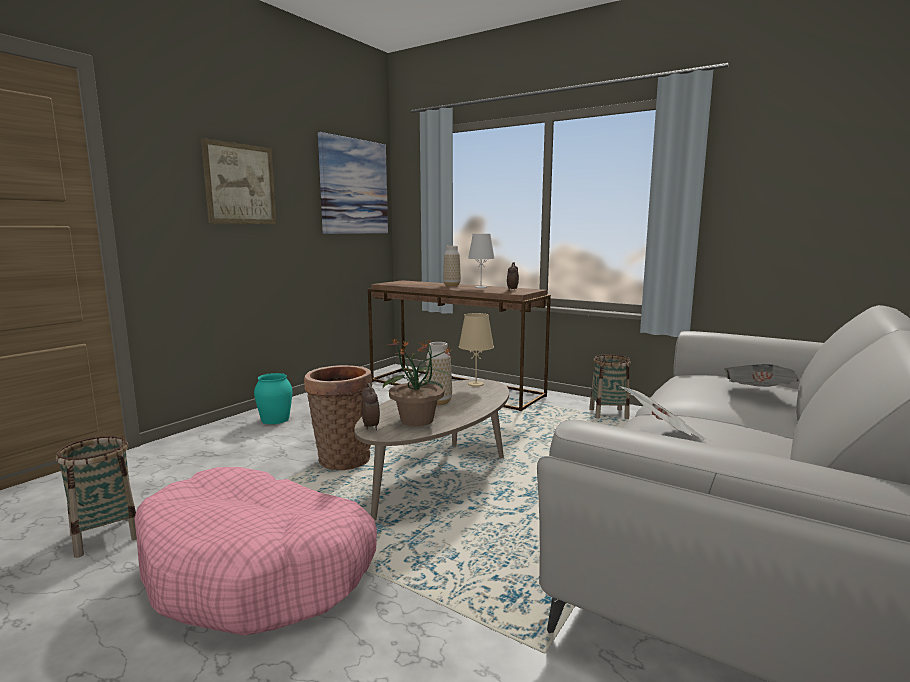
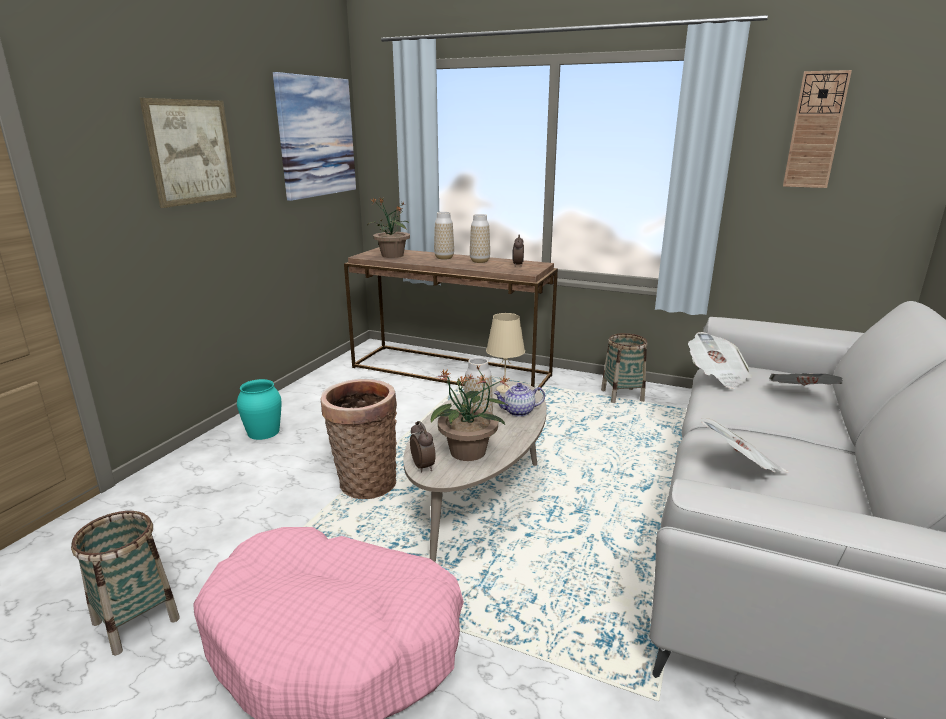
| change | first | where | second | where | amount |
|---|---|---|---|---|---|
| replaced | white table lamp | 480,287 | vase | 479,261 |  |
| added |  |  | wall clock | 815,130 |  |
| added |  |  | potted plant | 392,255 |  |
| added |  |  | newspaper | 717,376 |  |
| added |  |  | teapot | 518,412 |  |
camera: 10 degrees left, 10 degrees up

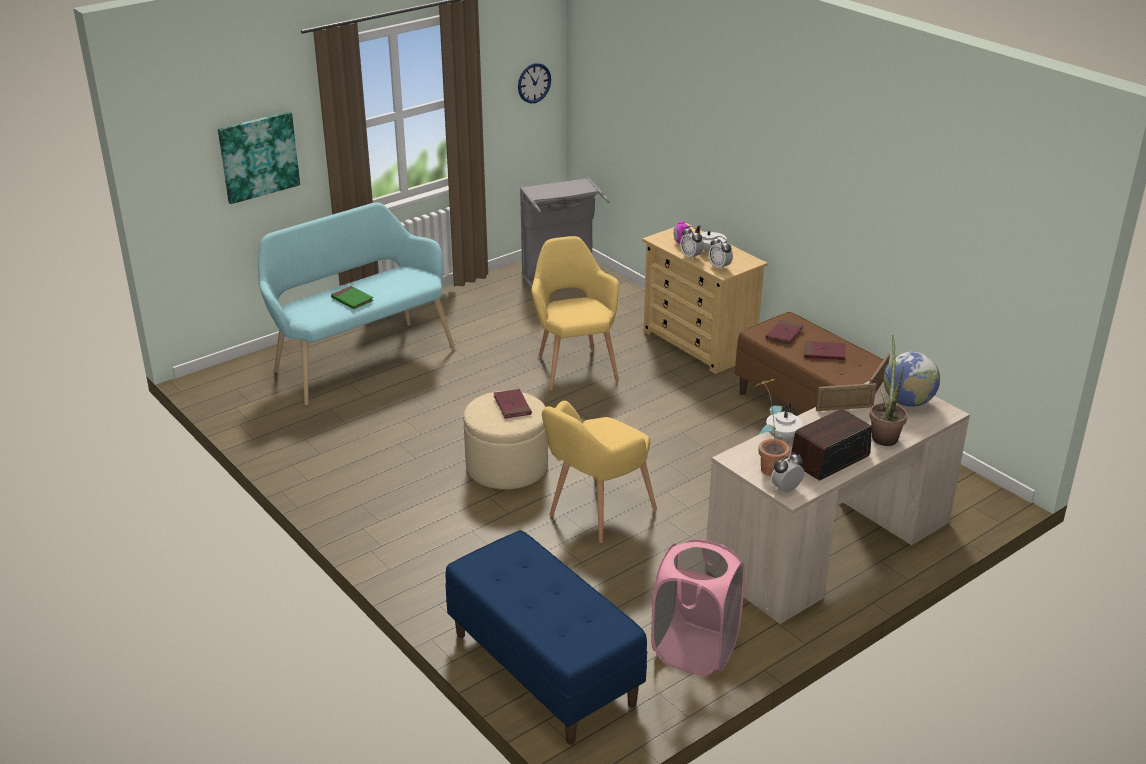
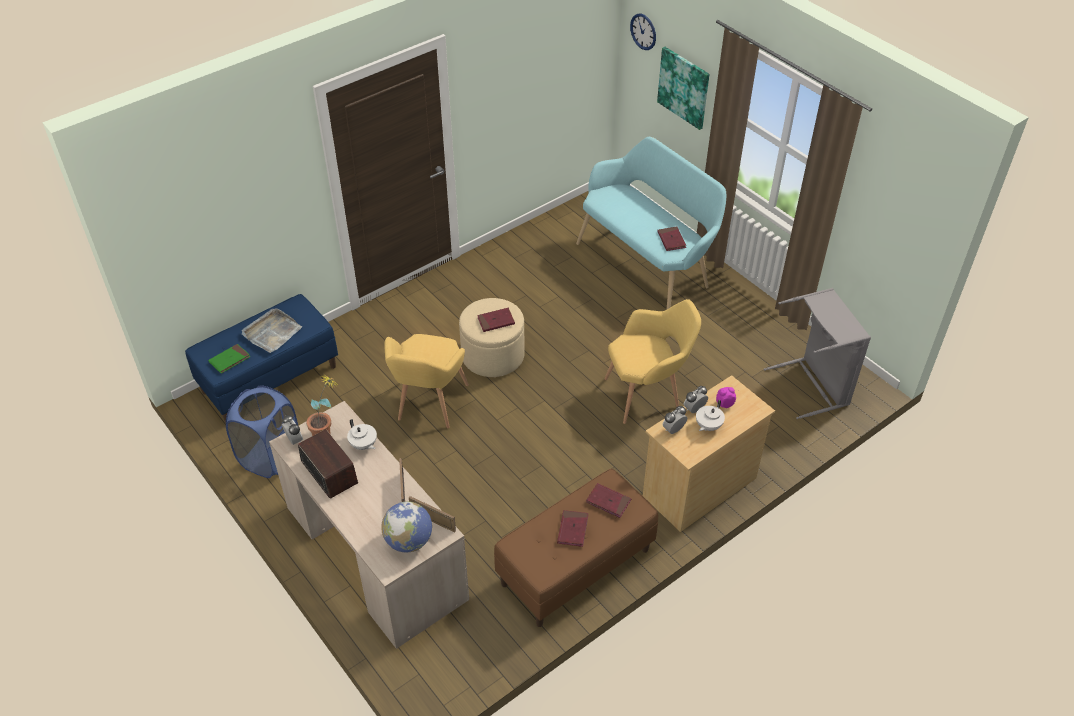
| change | first | where | second | where | amount |
|---|---|---|---|---|---|
| moved | wall clock | 534,83 |  | 643,31 |  |
| moved | green book | 352,300 |  | 229,360 |  |
| removed | potted plant | 884,435 |  |  |  |
| turned | yellow armchair | 595,514 |  | 429,406 | 120 degrees counterclockwise |
| turned | white teapot | 782,438 |  | 363,445 | 150 degrees counterclockwise |
| recoloured | pink laundry basket | 694,650 | blue laundry basket | 270,457 |  |
| added |  |  | red book | 671,240 |  |
| added |  |  | grey tray | 272,332 |  |
camera: 90 degrees right, 15 degrees up

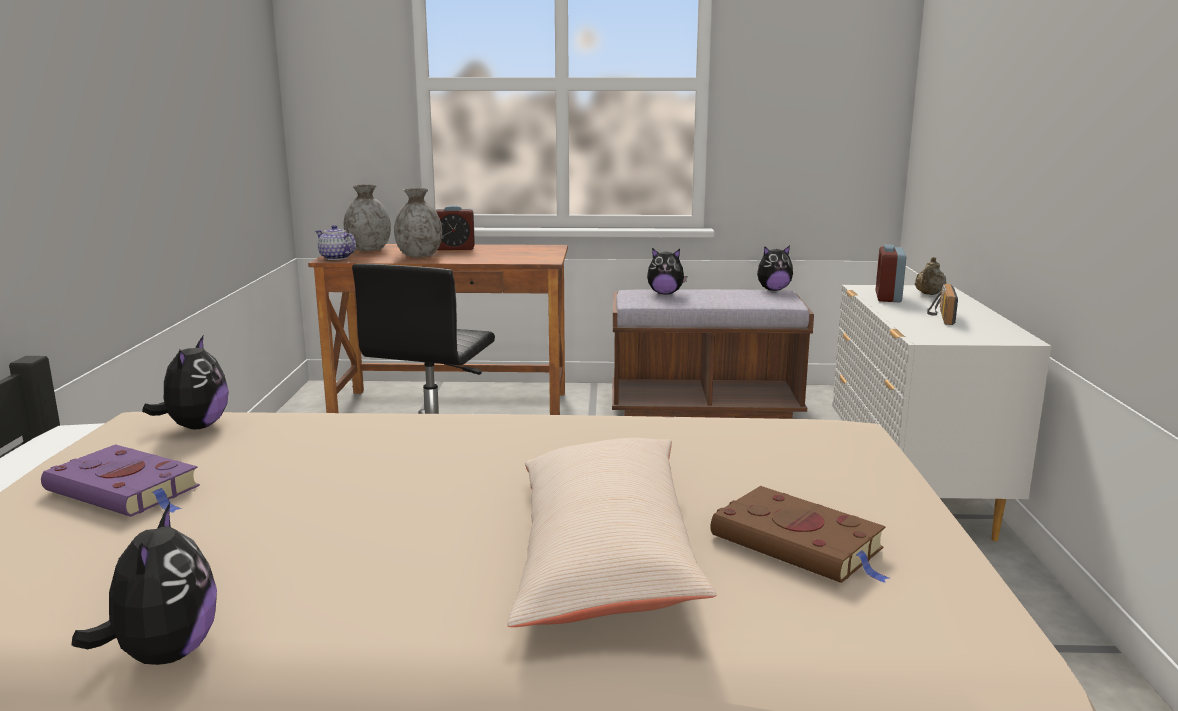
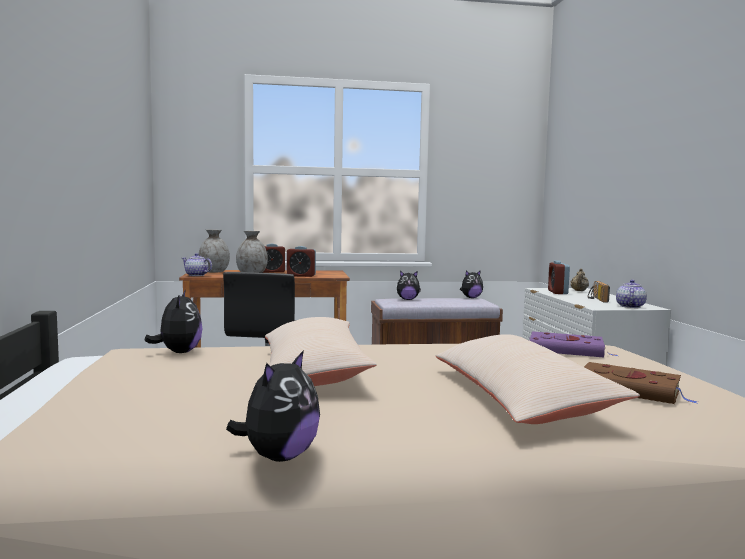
| change | first | where | second | where | amount |
|---|---|---|---|---|---|
| moved | purple book | 126,490 |  | 568,350 |  |
| turned | plush toy | 163,654 |  | 279,456 | 45 degrees clockwise |
| added |  |  | alarm clock | 301,275 |  |
| added |  |  | teapot | 630,306 |  |
| added |  |  | beige pillow | 312,371 |  |
camera: 10 degrees left, 10 degrees down

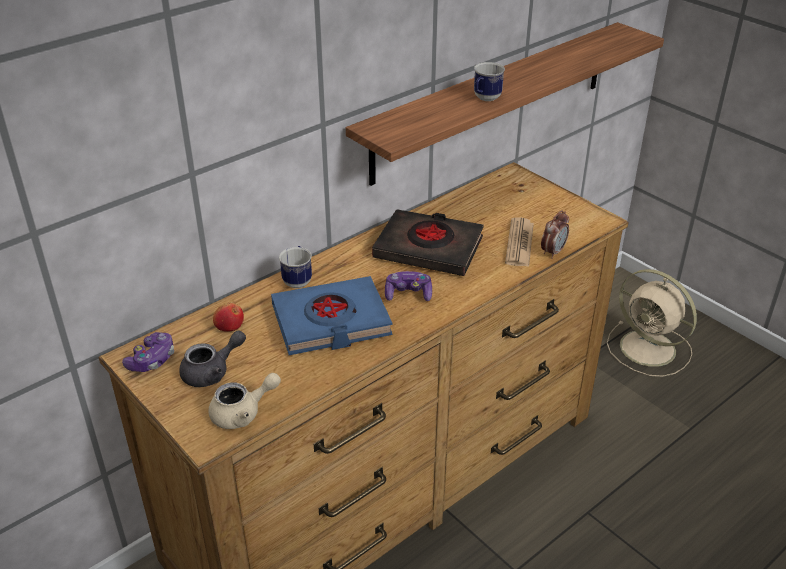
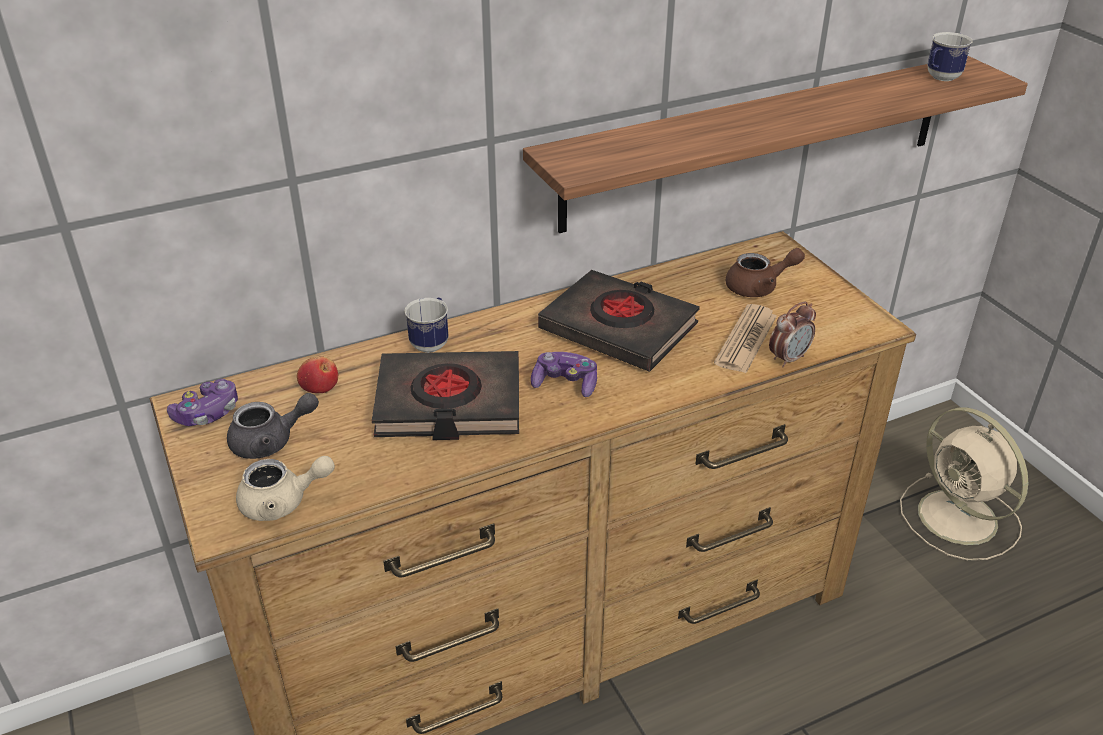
| change | first | where | second | where | amount |
|---|---|---|---|---|---|
| moved | mug | 485,99 |  | 940,78 |  |
| recoloured | blue book | 331,322 | black book | 448,403 |  |
| added |  |  | brown teapot | 759,287 |  |
camera: 15 degrees right, 0 degrees up

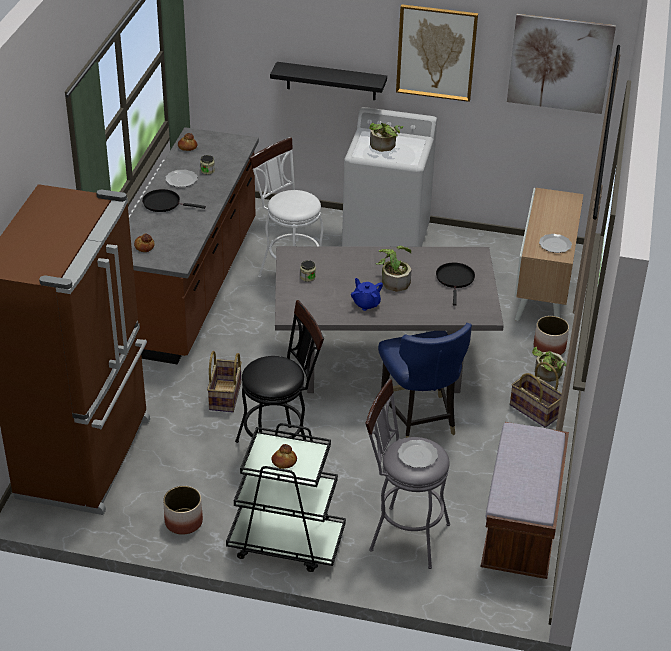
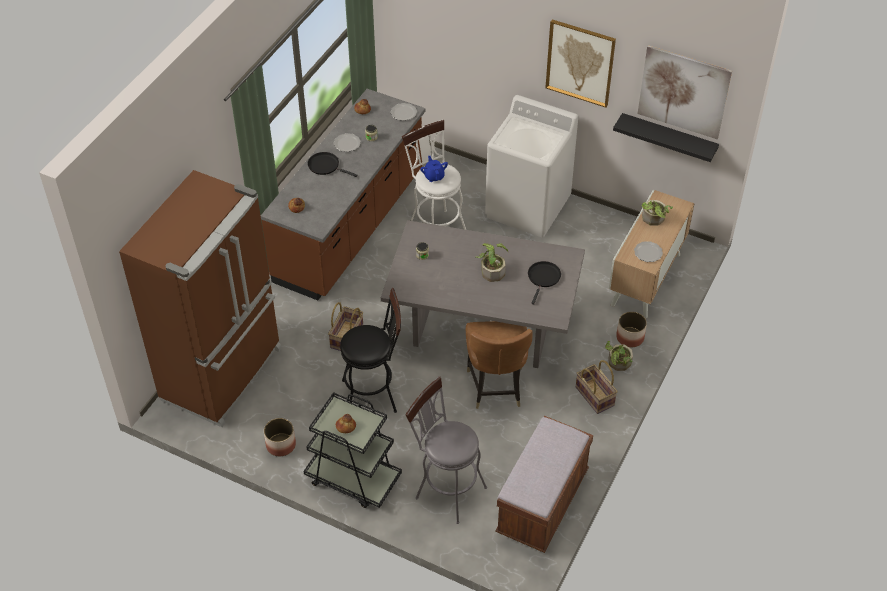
| change | first | where | second | where | amount |
|---|---|---|---|---|---|
| moved | black shelf | 331,81 |  | 668,138 |  |
| moved | potted plant | 384,147 |  | 653,220 |  |
| moved | blue teapot | 366,303 |  | 434,176 |  |
| recoloured | blue chair | 419,420 | brown chair | 495,387 |  |
| moved | plate | 418,455 |  | 404,113 |  |
camera: 15 degrees right, 10 degrees up

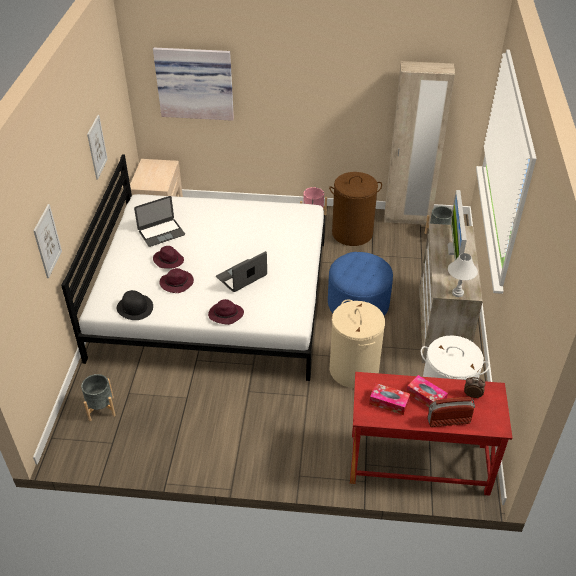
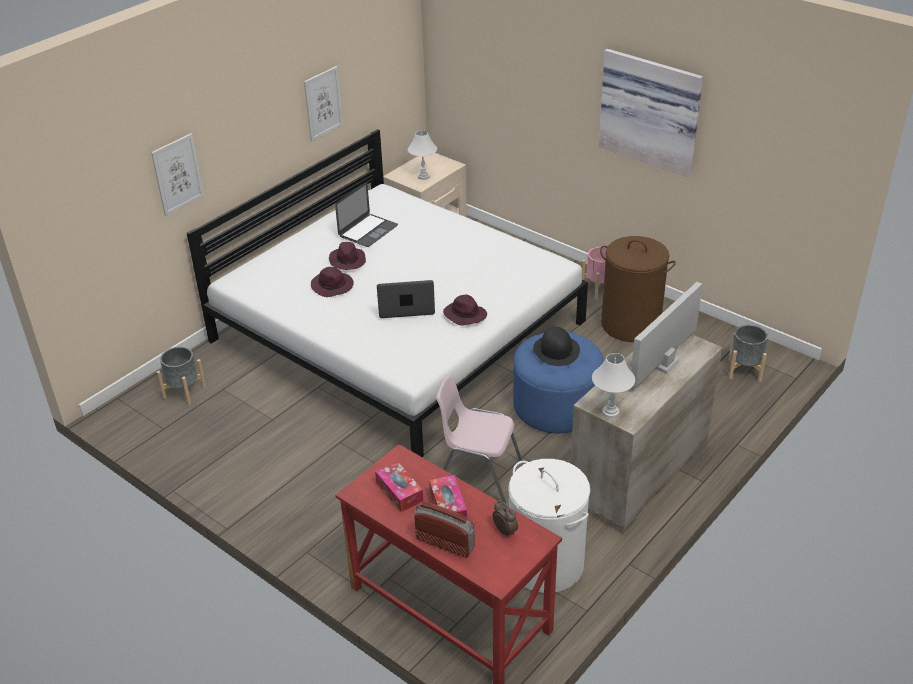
| change | first | where | second | where | amount |
|---|---|---|---|---|---|
| moved | picture | 195,82 |  | 651,110 |  |
| removed | beige wardrobe | 407,218 |  |  |  |
| turned | laptop | 161,232 |  | 368,230 | 60 degrees counterclockwise |
| moved | black hat | 135,307 |  | 556,350 |  |
| moved | purple hat | 225,315 |  | 464,315 |  |
| replaced | beige laundry basket | 353,369 | pink chair | 477,473 |  |
| added |  |  | white table lamp | 423,176 |  |
camera: 35 degrees right, 5 degrees down

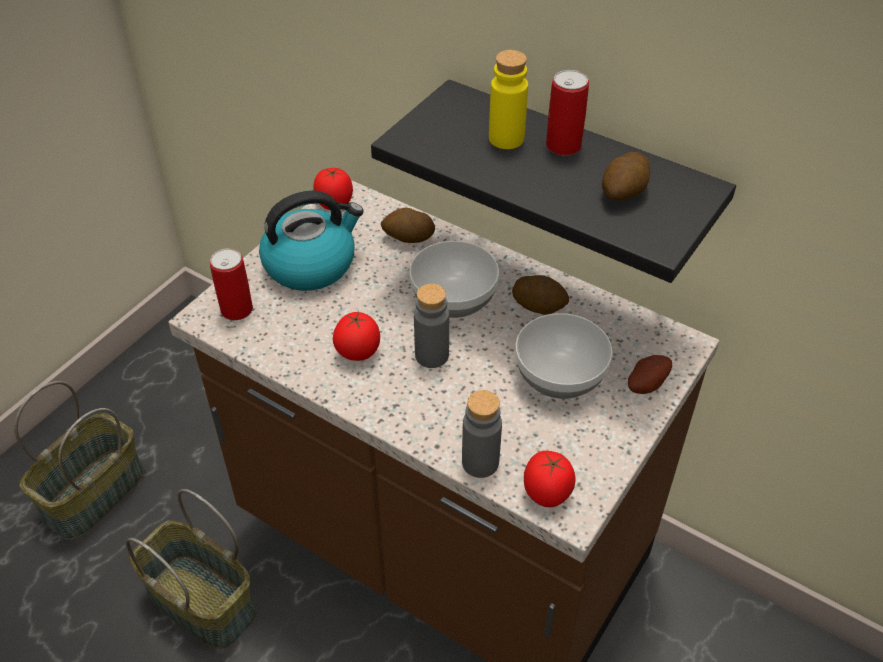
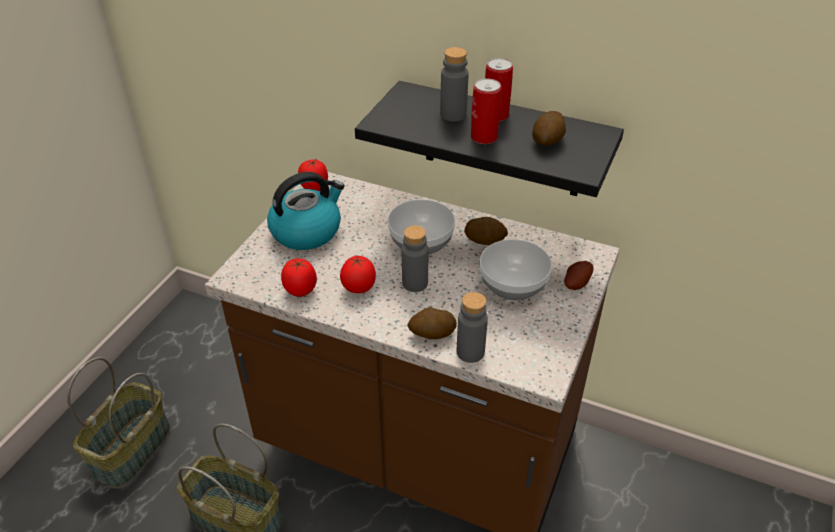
| change | first | where | second | where | amount |
|---|---|---|---|---|---|
| recoloured | yellow bottle | 506,138 | grey bottle | 453,115 |  |
| moved | potato | 408,238 |  | 432,334 |  |
| moved | can | 236,309 |  | 484,137 |  |
| moved | tomato | 547,493 |  | 300,290 |  |
camera: 10 degrees left, 5 degrees down

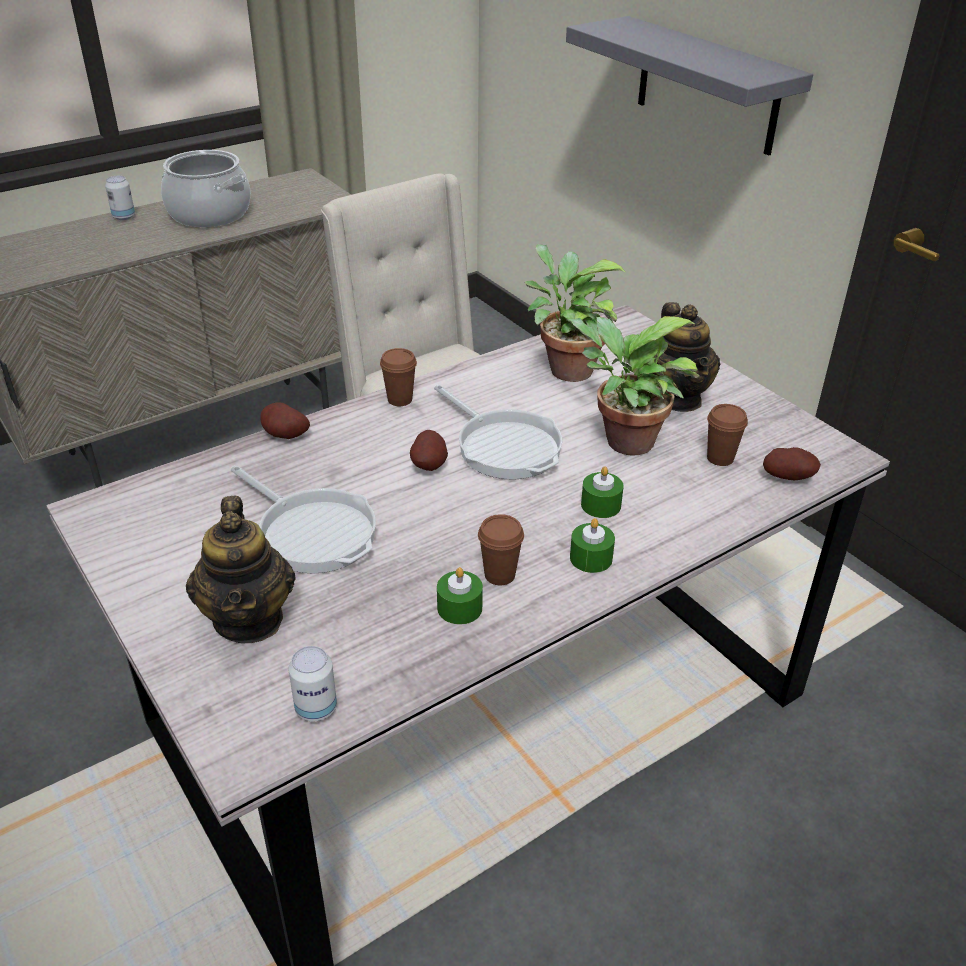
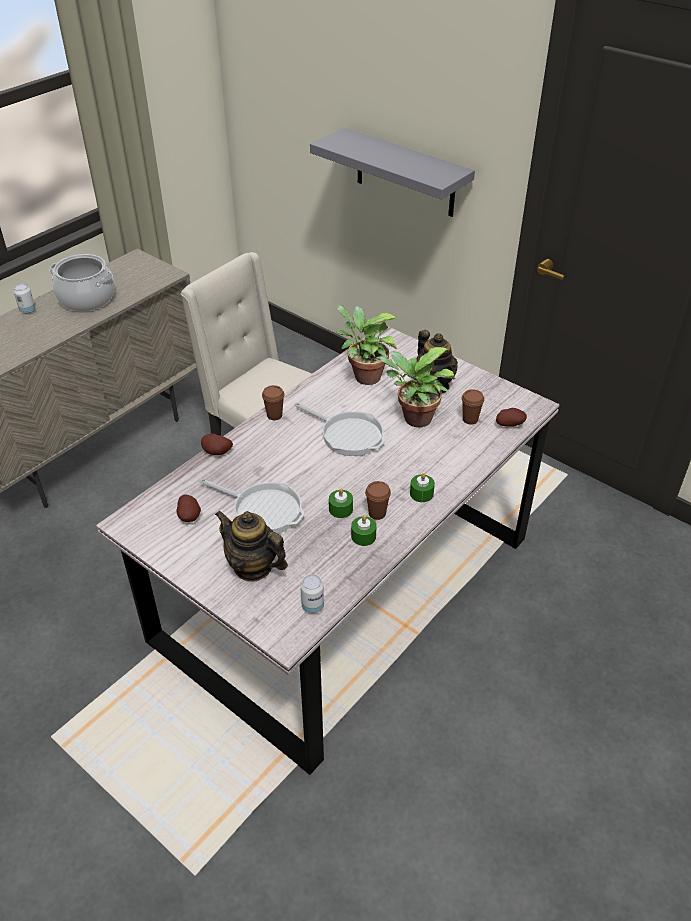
| change | first | where | second | where | amount |
|---|---|---|---|---|---|
| moved | potato | 430,465 |  | 190,516 |  |
| moved | green candle | 601,505 |  | 341,509 |  |
| turned | teapot | 249,619 |  | 253,567 | 150 degrees clockwise |
camera: 15 degrees left, 5 degrees up

